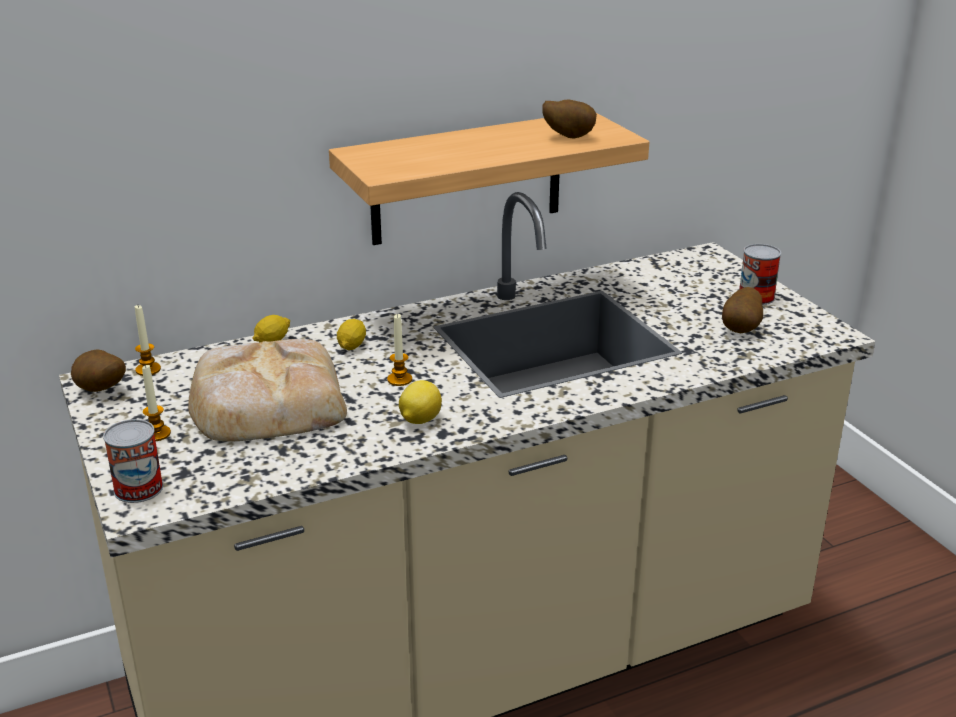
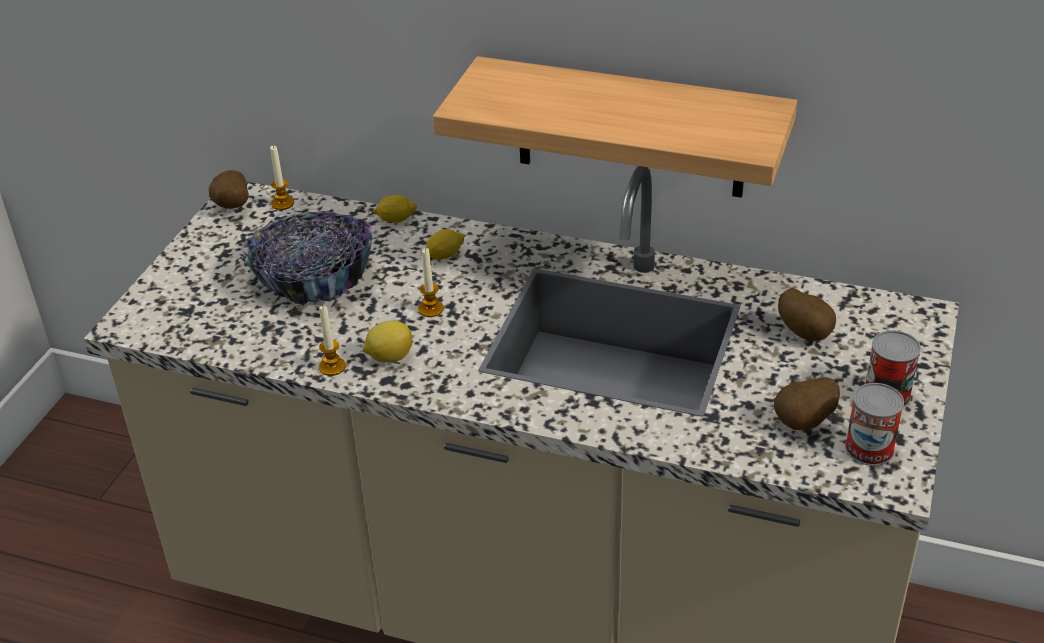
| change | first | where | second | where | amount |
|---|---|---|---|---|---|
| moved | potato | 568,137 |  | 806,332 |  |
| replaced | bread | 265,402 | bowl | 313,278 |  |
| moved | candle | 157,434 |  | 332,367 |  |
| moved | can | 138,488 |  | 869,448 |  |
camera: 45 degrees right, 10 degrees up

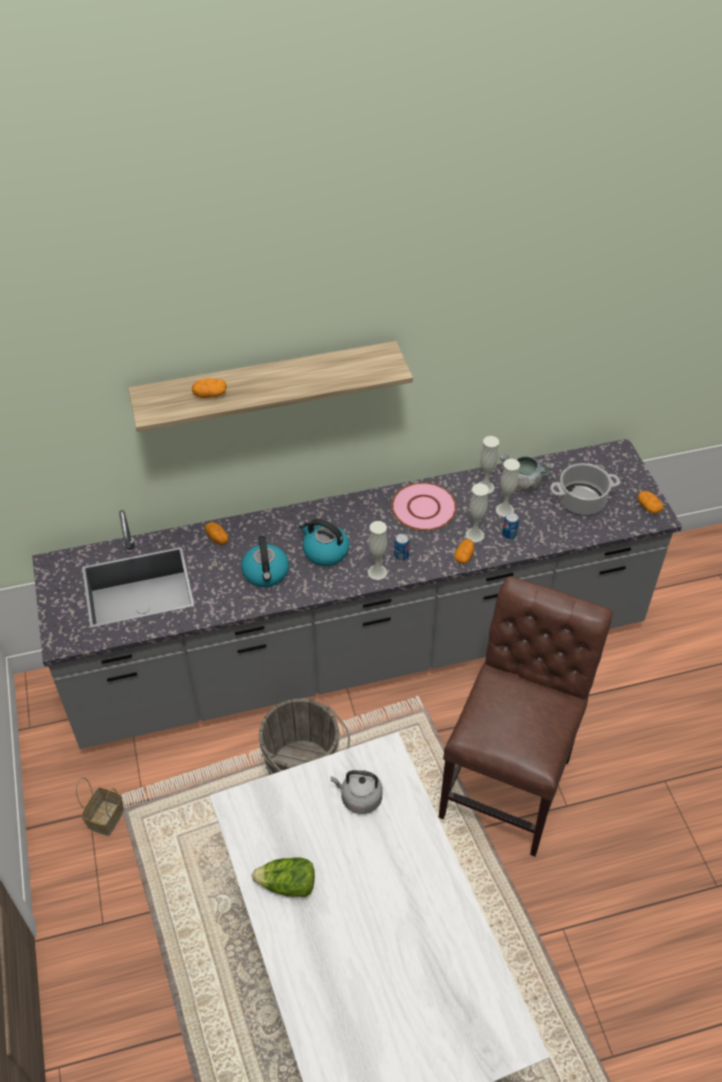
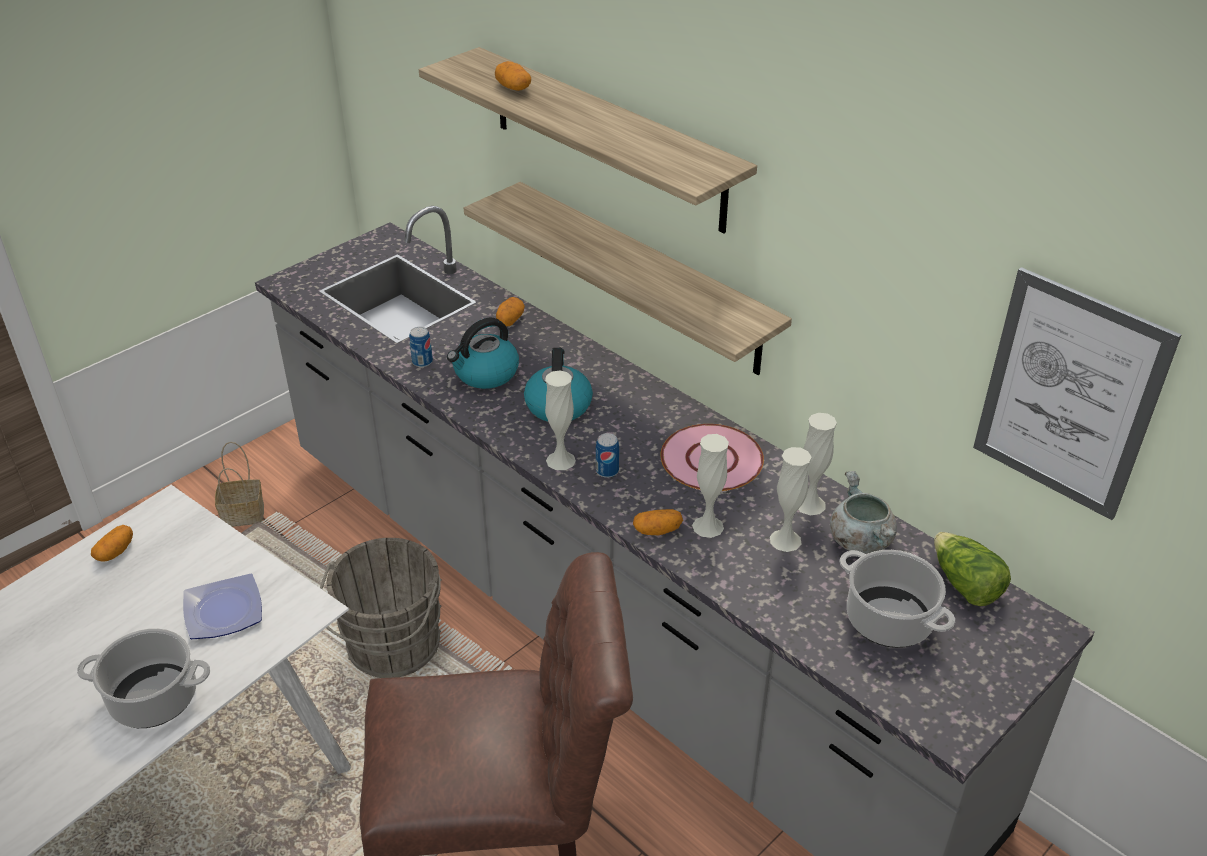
| change | first | where | second | where | amount |
|---|---|---|---|---|---|
| moved | potato | 648,507 |  | 115,552 |  |
| moved | can | 509,534 |  | 422,362 |  |
| replaced | grey kettle | 359,798 | plate | 222,611 |  |
| moved | lettuce | 287,885 |  | 964,584 |  |
| added |  |  | shelf | 644,277 |  |
| added |  |  | picture | 1068,395 |  |
| added |  |  | cooking pot | 155,698 |  |
camera: 60 degrees right, 10 degrees down

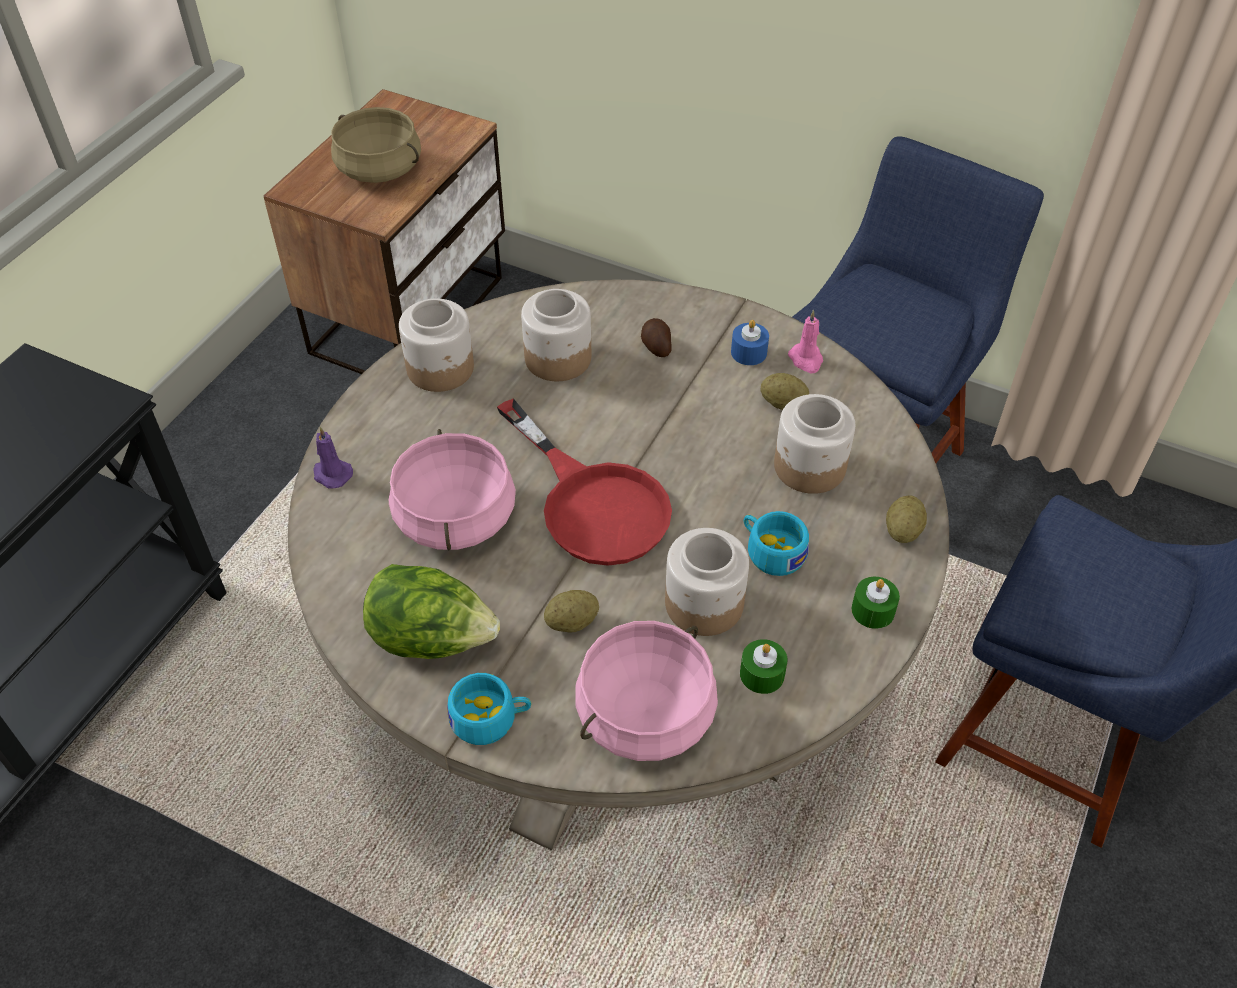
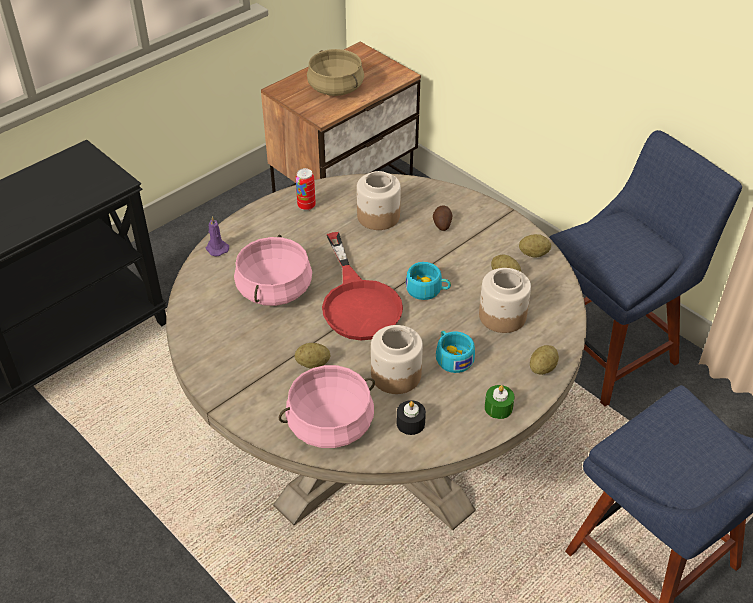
| change | first | where | second | where | amount |
|---|---|---|---|---|---|
| replaced | jar | 441,368 | can | 306,206 |  |
| replaced | pink candle | 806,360 | potato | 533,254 |  |
| removed | blue candle | 748,352 |  |  |  |
| removed | lettuce | 432,639 |  |  |  |
| recoloured | green candle | 762,674 | black candle | 410,423 |  |
| moved | turquoise cup | 491,718 |  | 427,290 |  |
camera: 20 degrees right, 5 degrees down

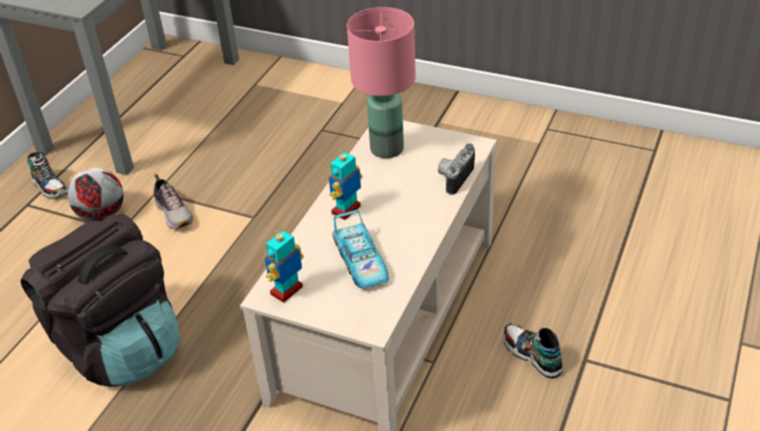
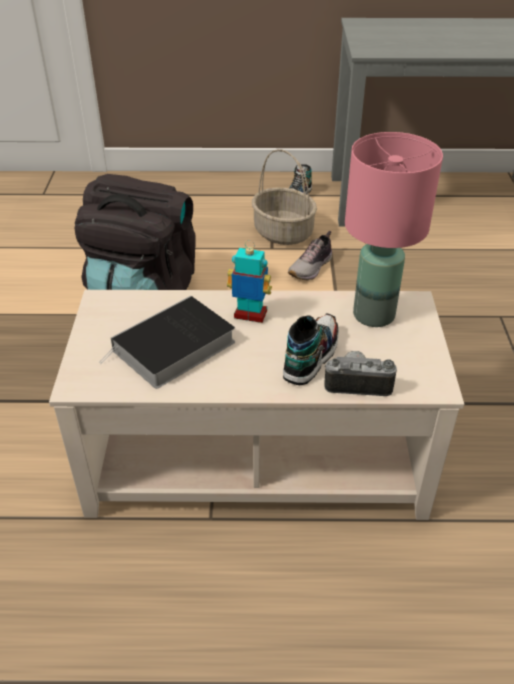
| change | first | where | second | where | amount |
|---|---|---|---|---|---|
| replaced | football | 101,216 | basket | 282,232 |  |
| replaced | toy car | 361,262 | book | 172,348 |  |
| removed | toy robot | 287,291 |  |  |  |
| moved | shoe | 532,355 |  | 310,356 |  |
camera: 65 degrees right, 0 degrees up

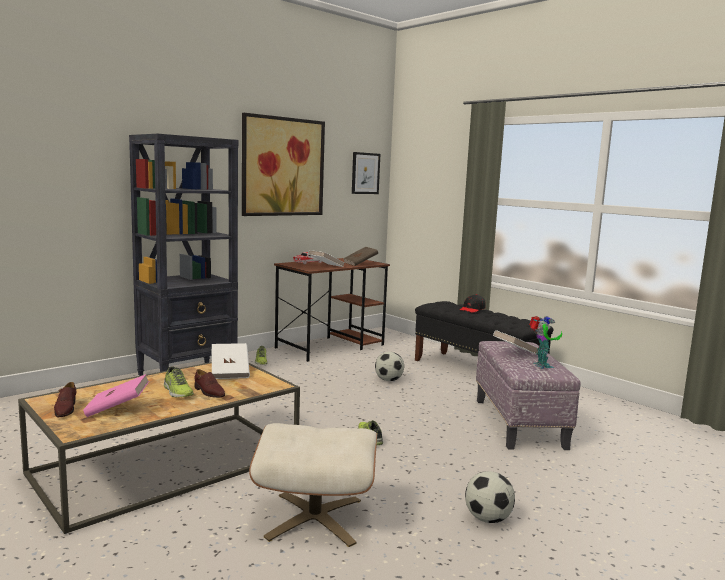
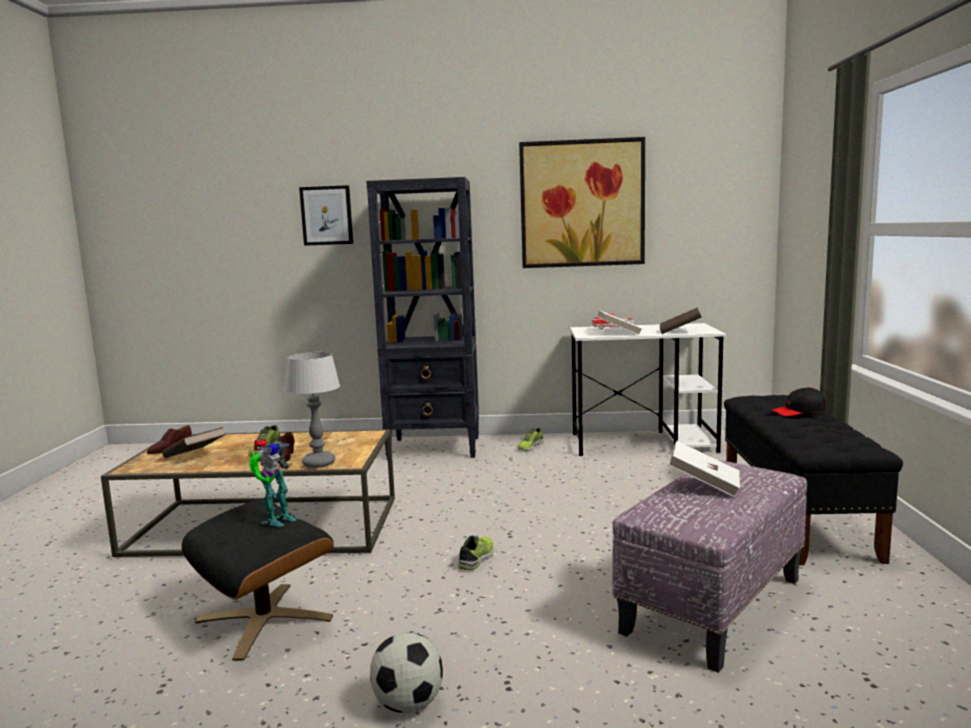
| change | first | where | second | where | amount |
|---|---|---|---|---|---|
| moved | picture | 365,173 |  | 326,215 |  |
| recoloured | brown desk | 331,346 | white desk | 644,443 |  |
| moved | toy robot | 541,366 |  | 276,520 |  |
| removed | white book | 230,372 |  |  |  |
| removed | football | 388,380 |  |  |  |
| recoloured | pink book | 117,409 | brown book | 195,456 |  |
| recoloured | beige ottoman | 315,518 | black ottoman | 265,619 |  |
| added |  |  | table lamp | 318,463 |  |
camera: 45 degrees right, 0 degrees up

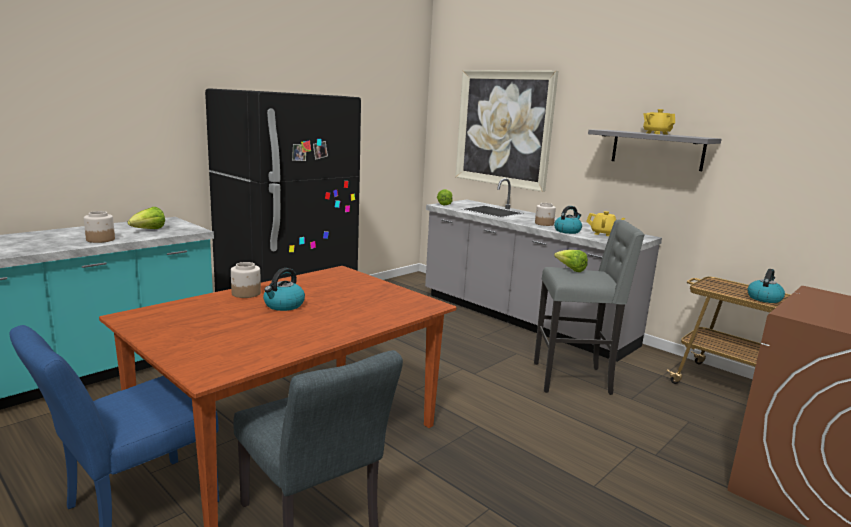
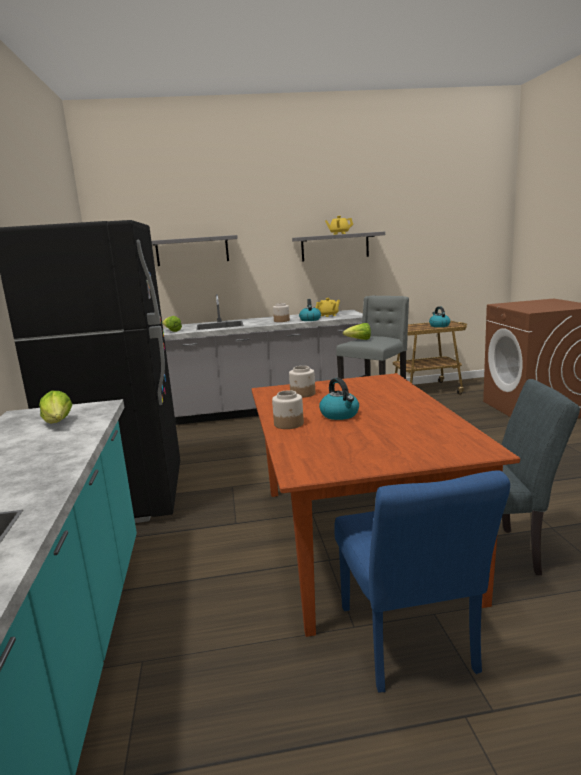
| change | first | where | second | where | amount |
|---|---|---|---|---|---|
| replaced | picture | 504,128 | grey shelf | 192,251 |  |
| moved | jar | 100,239 |  | 303,394 |  |
camera: 50 degrees left, 0 degrees up

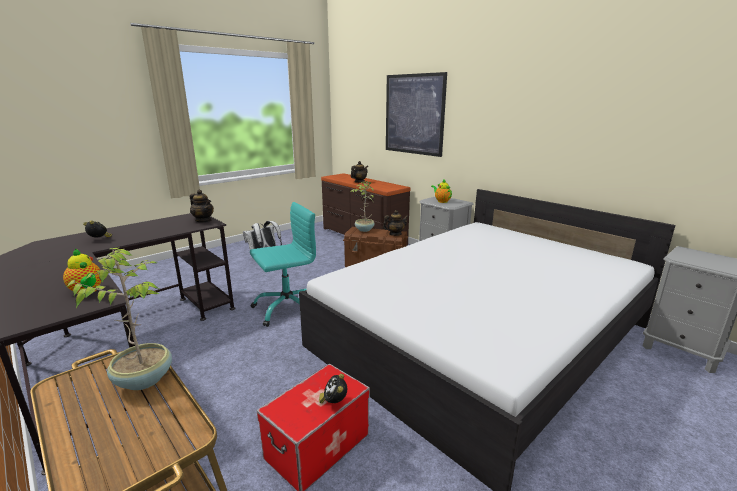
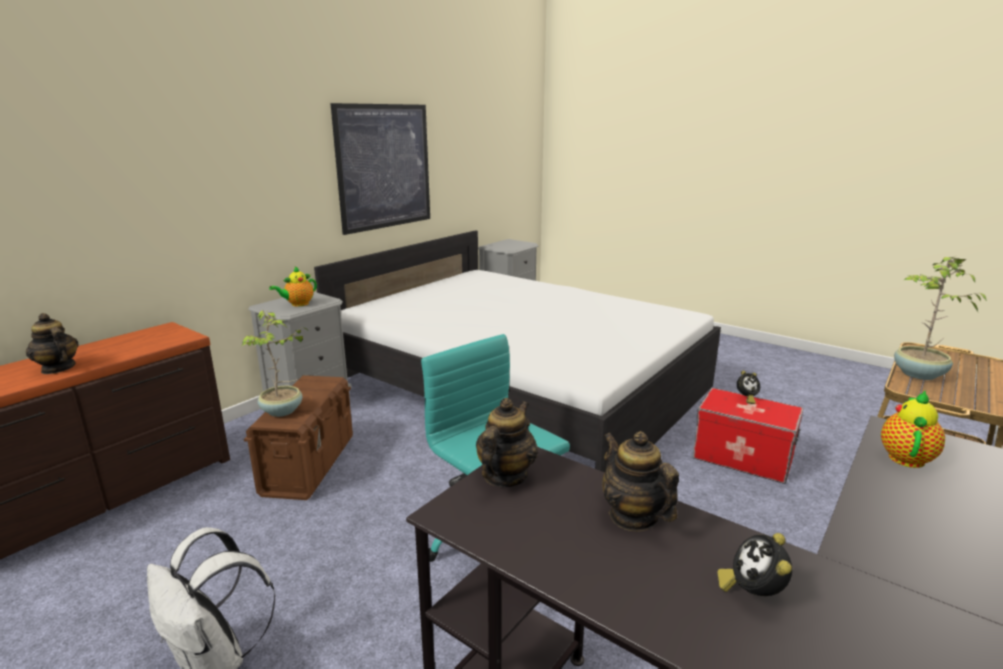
| change | first | where | second | where | amount |
|---|---|---|---|---|---|
| moved | picture | 414,114 |  | 384,167 |  |
| moved | teapot | 395,234 |  | 633,516 |  |
camera: 100 degrees left, 0 degrees up

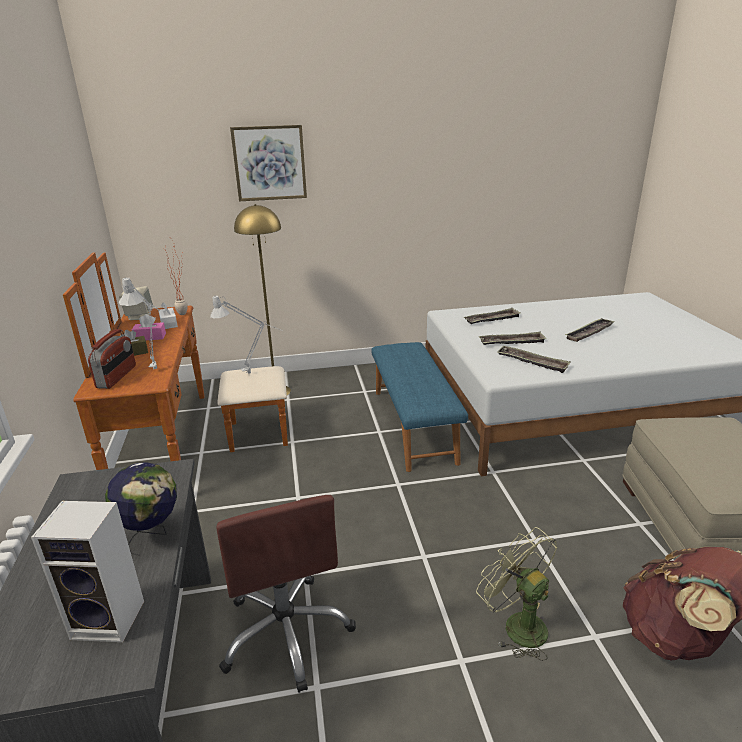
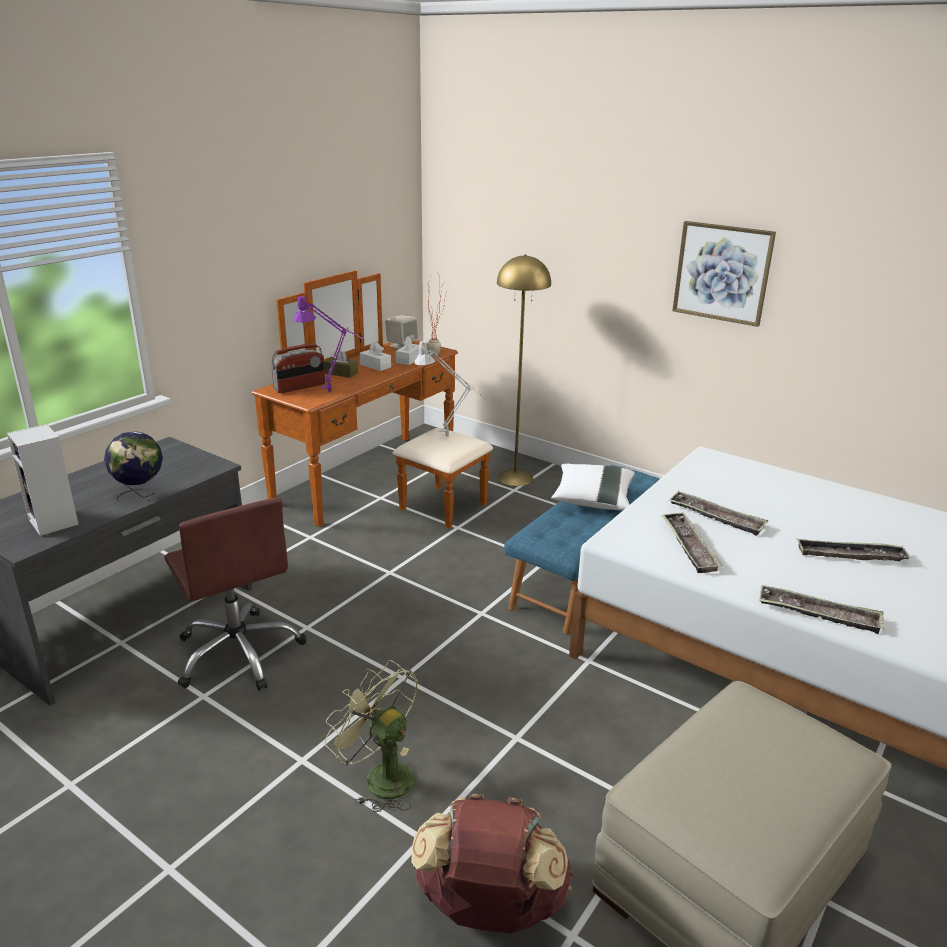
| change | first | where | second | where | amount |
|---|---|---|---|---|---|
| moved | picture | 269,163 |  | 722,273 |  |
| recoloured | grey table lamp | 156,367 | purple table lamp | 334,391 |  |
| moved | tray | 492,319 |  | 818,614 |  |
| recoloured | pink tissue box | 150,337 | white tissue box | 375,366 |  |
| turned | brown office chair | 287,632 |  | 239,652 | 60 degrees counterclockwise |
| turned | green fan | 517,624 |  | 380,776 | 60 degrees counterclockwise |
| added |  |  | white pillow | 593,499 |  |
camera: 45 degrees right, 0 degrees up

